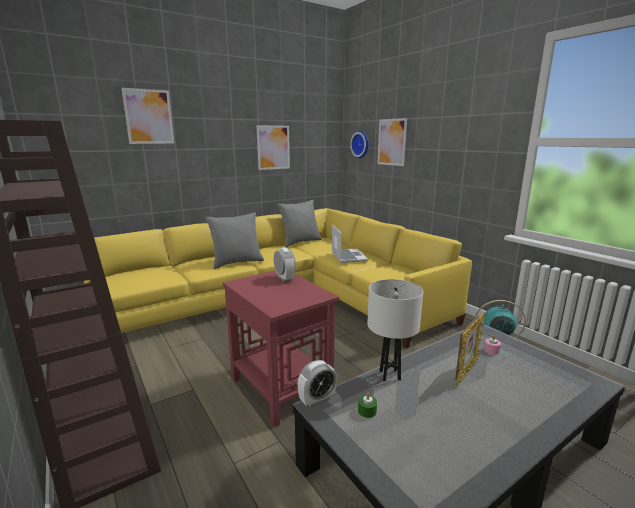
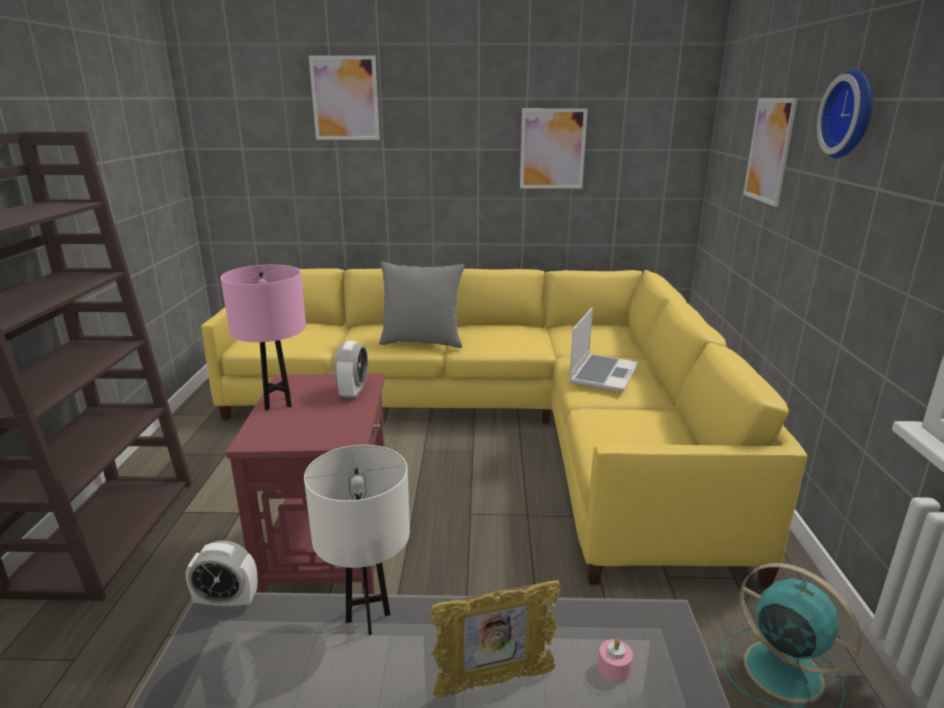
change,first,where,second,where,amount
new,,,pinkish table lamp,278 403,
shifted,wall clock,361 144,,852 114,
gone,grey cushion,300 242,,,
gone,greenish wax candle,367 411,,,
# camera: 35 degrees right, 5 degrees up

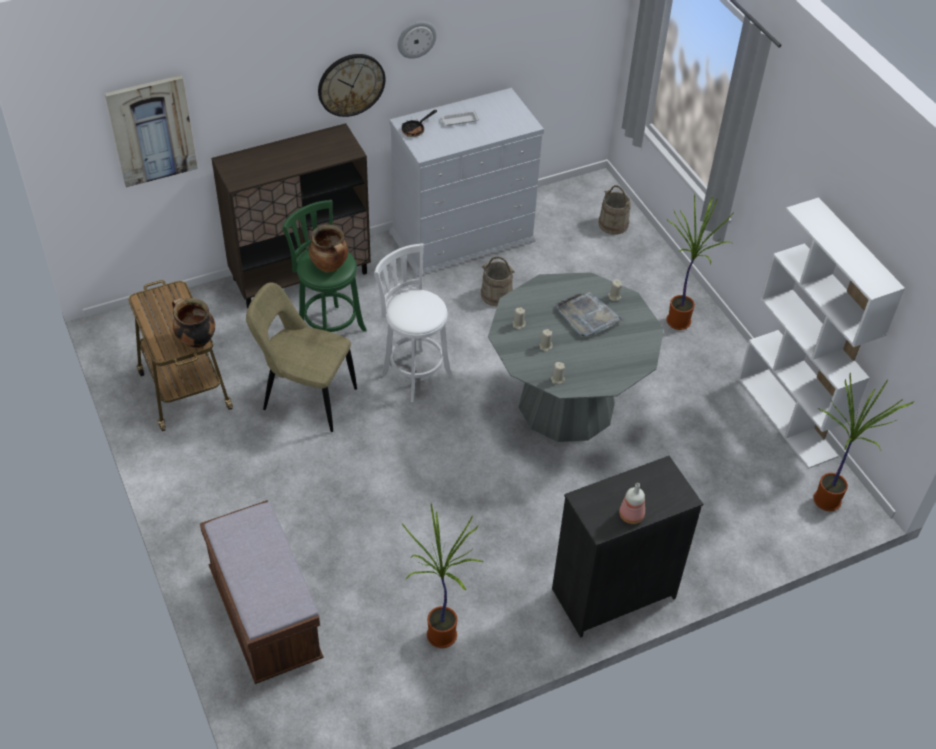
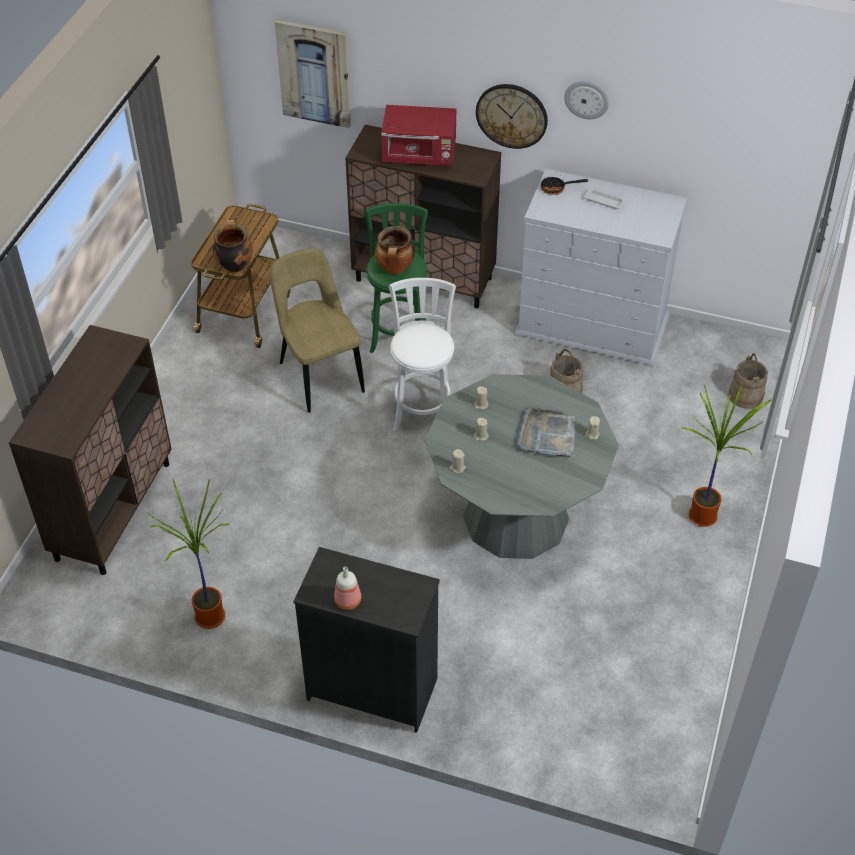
change,first,where,second,where,amount
swapped,brown-coloured long seat,265 616,brown-coloured cupboard,114 510,
new,,,red-coloured microwave oven,420 155,
gone,white-coloured bookcase,787 417,,,
gone,plant in a pot,829 502,,,
# camera: 45 degrees right, 0 degrees up

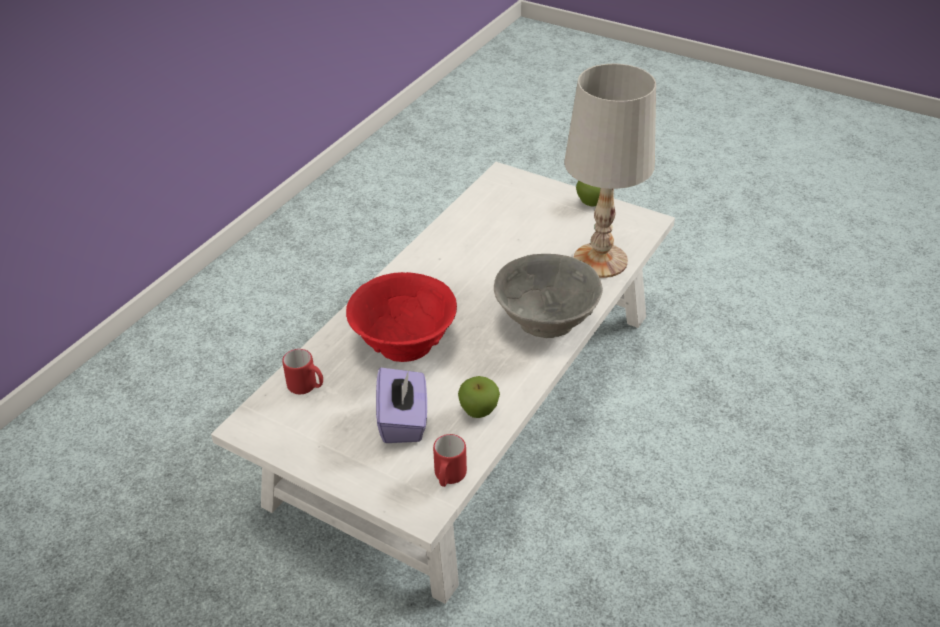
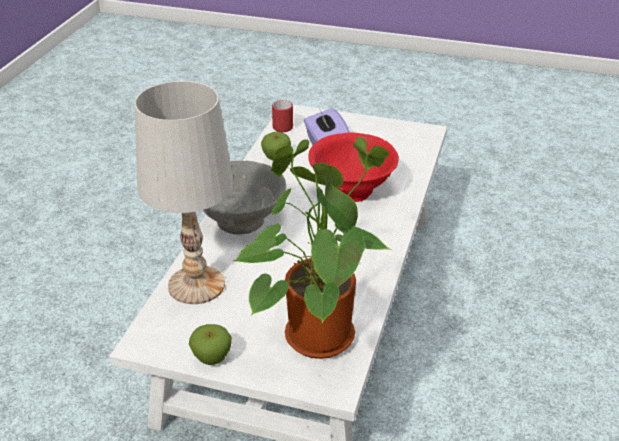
change,first,where,second,where,amount
new,,,plant in a pot,316 331,
gone,red-coloured mug,306 387,,,
# camera: 165 degrees right, 5 degrees down

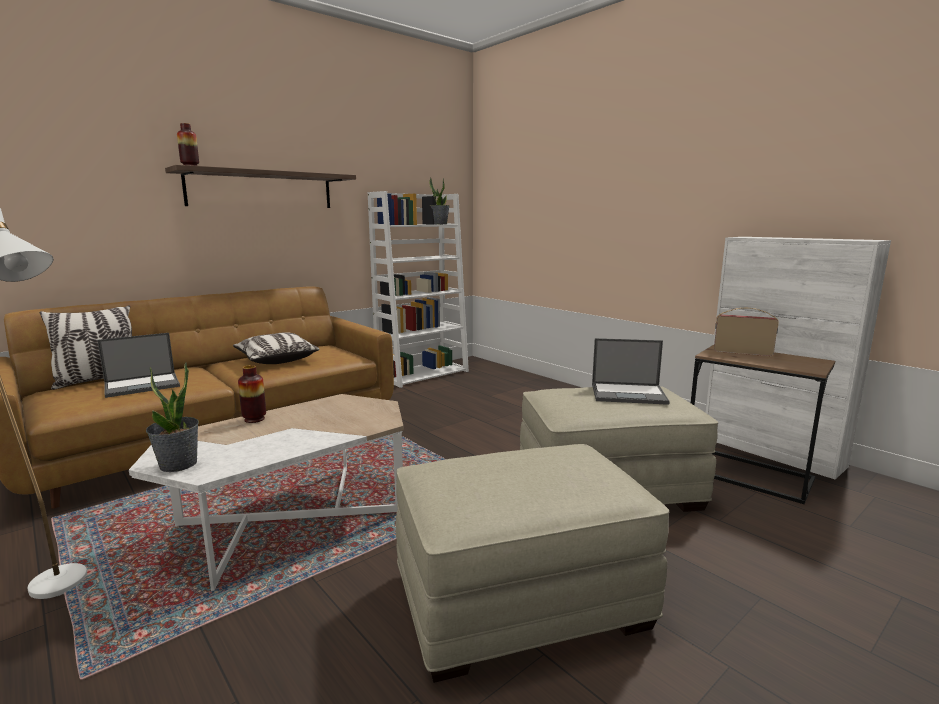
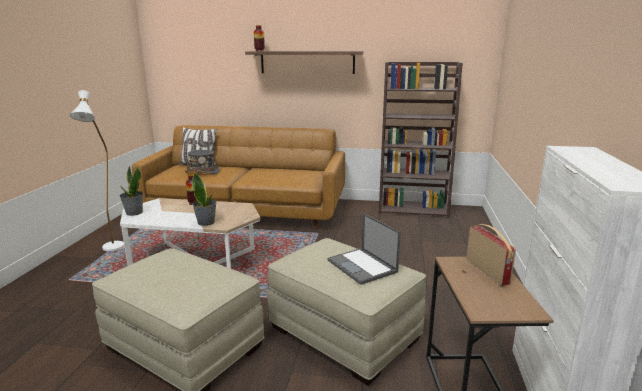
change,first,where,second,where,amount
swapped,portable computer,143 385,grey clothing hat,202 172,
shifted,plant in a pot,439 224,,206 222,
repainted,white-coloured bookcase,423 374,brown-coloured bookcase,413 209,
gone,cushion,276 360,,,
# camera: 50 degrees right, 5 degrees up

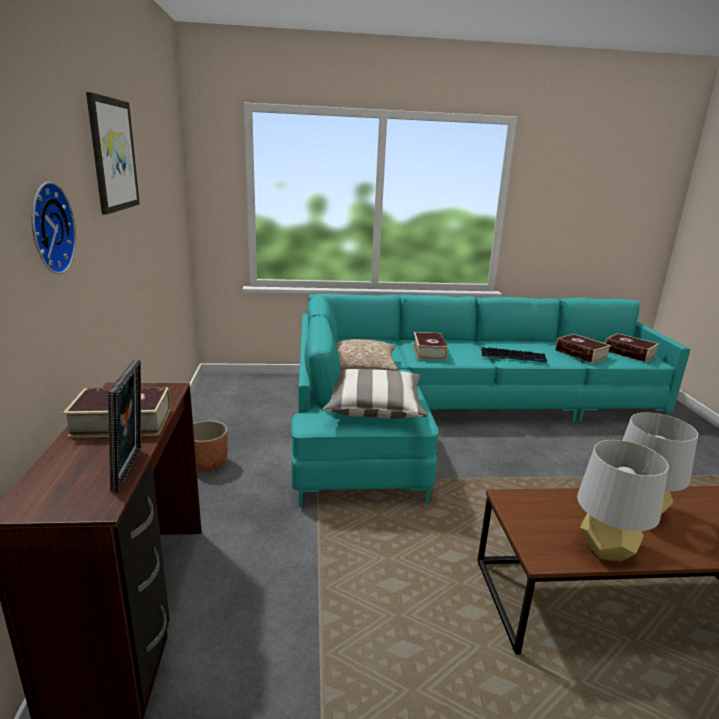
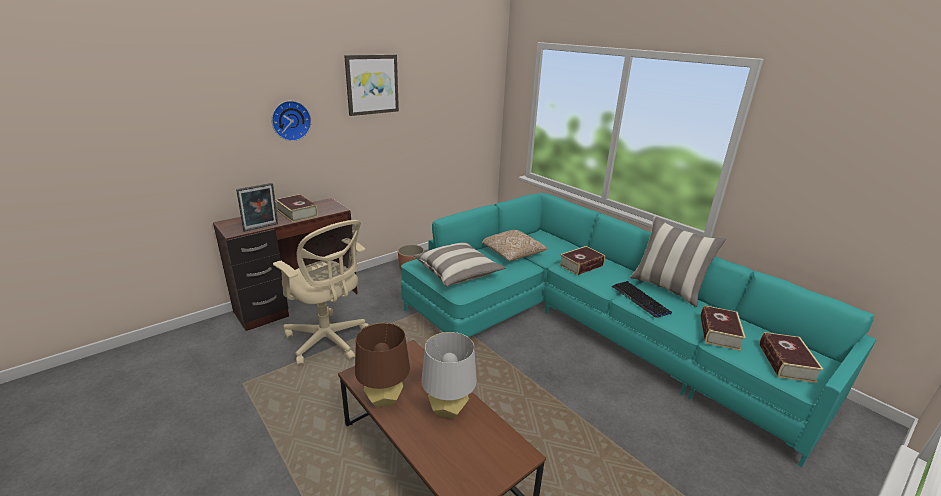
change,first,where,second,where,amount
new,,,beige desk chair,328 341,
repainted,grey table lamp,605 550,brown-coloured table lamp,384 398,
new,,,cushion,667 288,
# camera: 55 degrees right, 5 degrees up

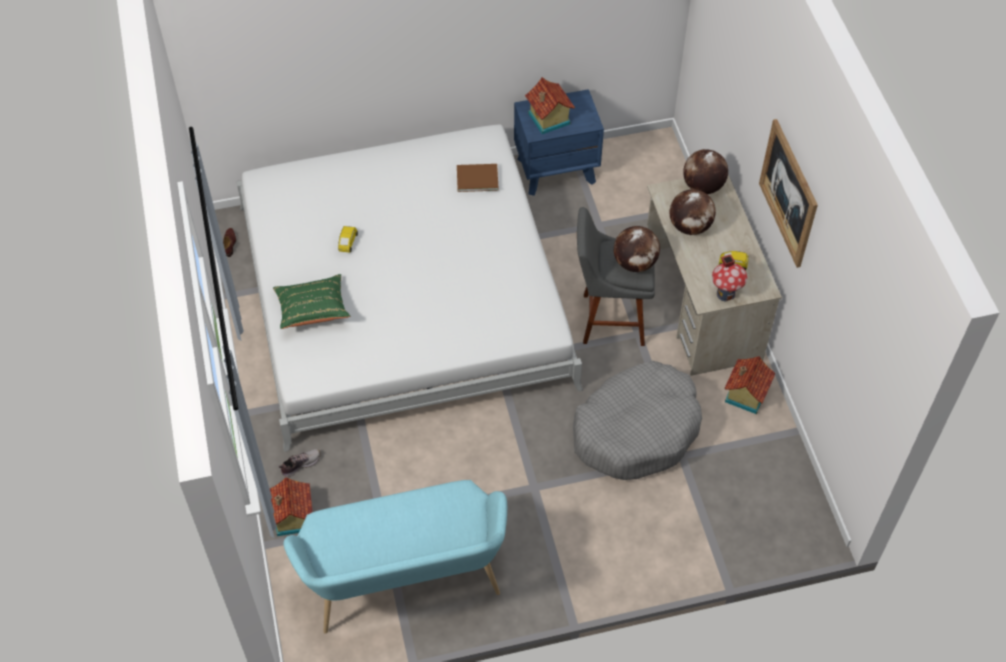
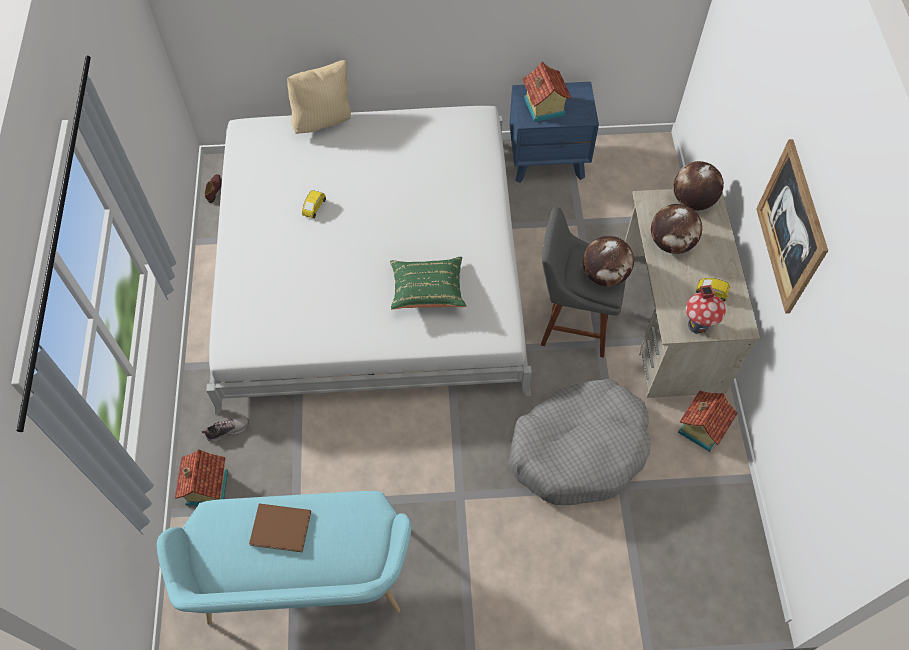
change,first,where,second,where,amount
shifted,brown-coloured book,476 178,,279 526,
new,,,beige cushion,323 120,
shifted,greenish cushion,313 310,,427 291,
# camera: 10 degrees right, 5 degrees up

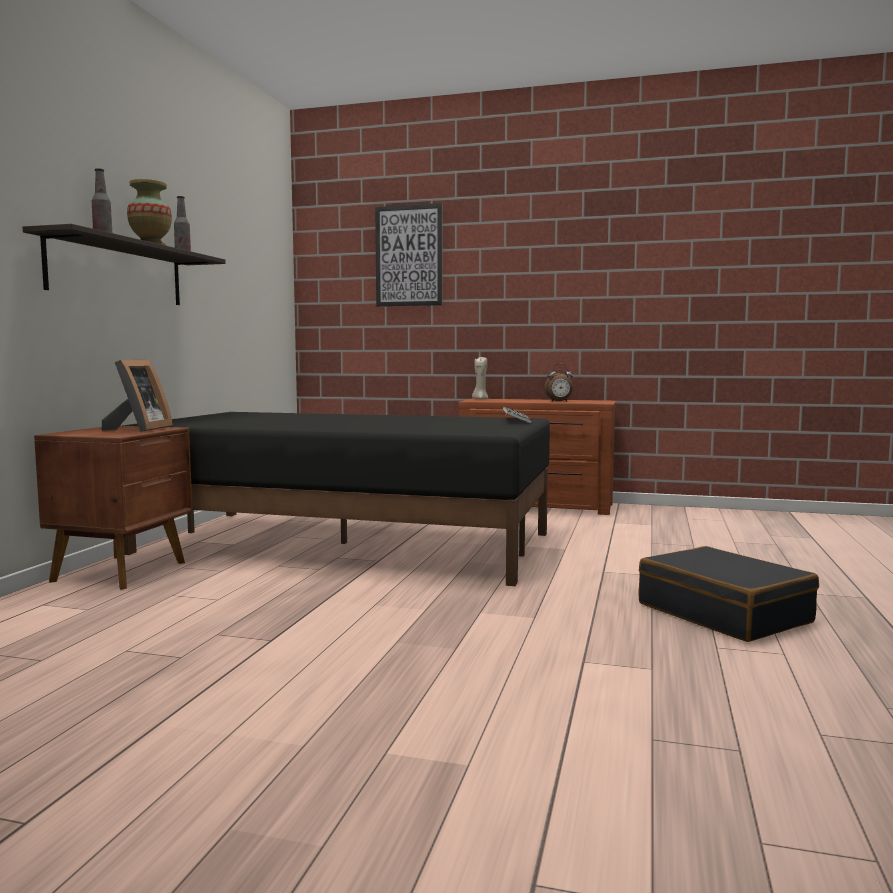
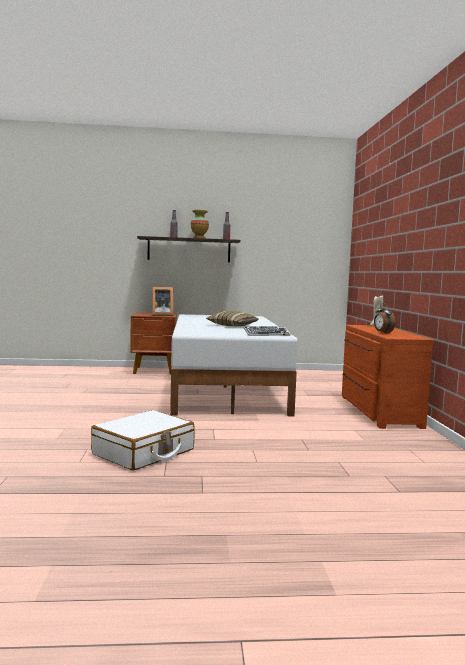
change,first,where,second,where,amount
repainted,black-coloured suitcase,724 613,white-coloured suitcase,144 452,
repainted,black-coloured bedroom bed,346 543,white-coloured bedroom bed,226 387,
new,,,cushion,232 325,
gone,picture,409 256,,,
# camera: 70 degrees right, 0 degrees up

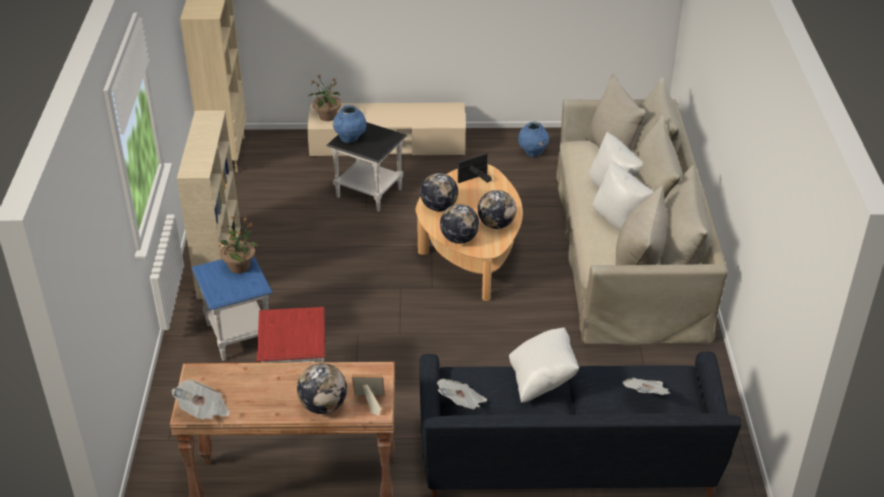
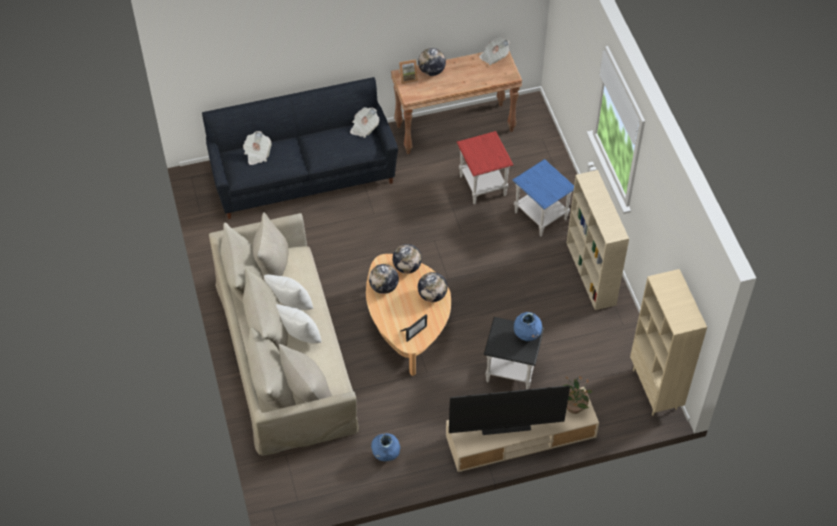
change,first,where,second,where,amount
new,,,TV set,506 428,
gone,plant in a pot,240 266,,,
gone,white-coloured cushion,542 380,,,
# camera: 165 degrees right, 15 degrees up

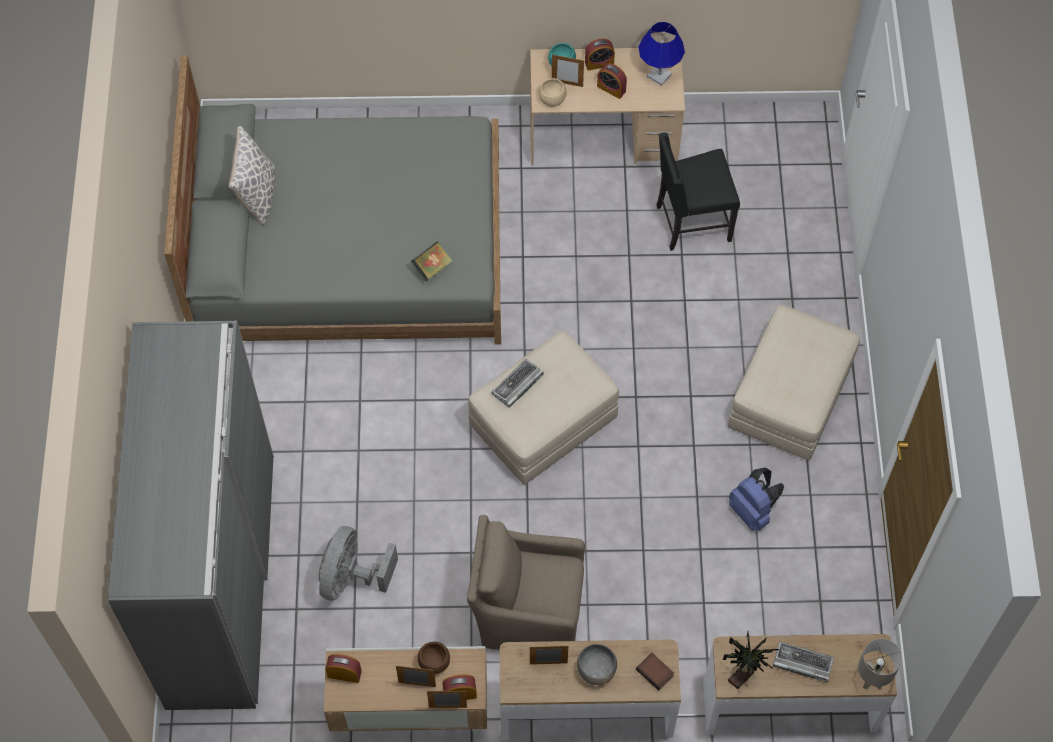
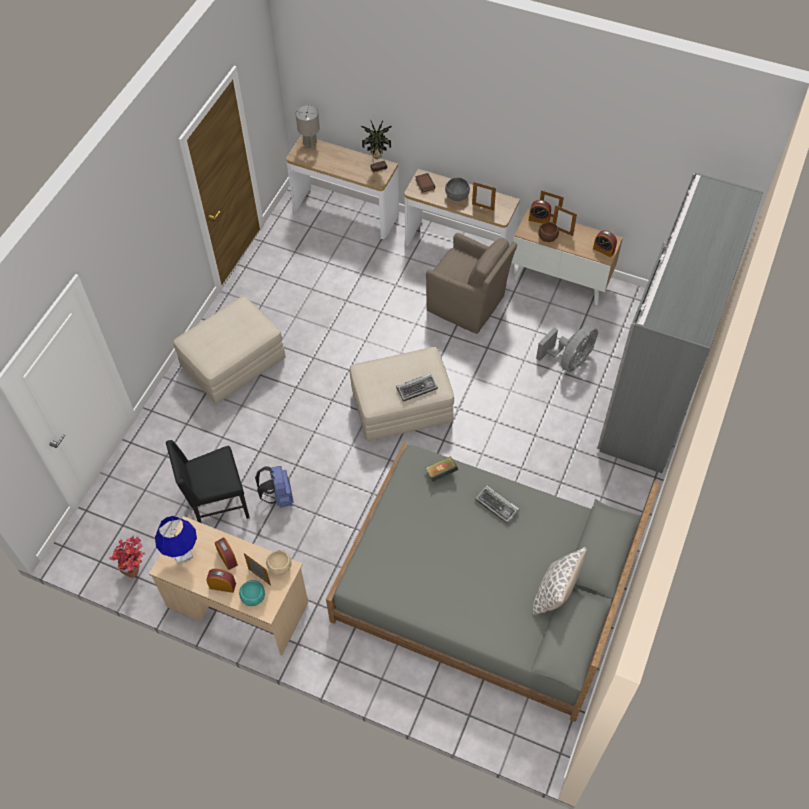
change,first,where,second,where,amount
new,,,plant in a pot,136 568,
rotated,black-coloured upright chair,691 223,,217 505,150 degrees clockwise
shifted,blue-coloured rucksack,753 511,,278 496,
shifted,computer keyboard,802 663,,497 506,
# camera: 155 degrees left, 5 degrees down

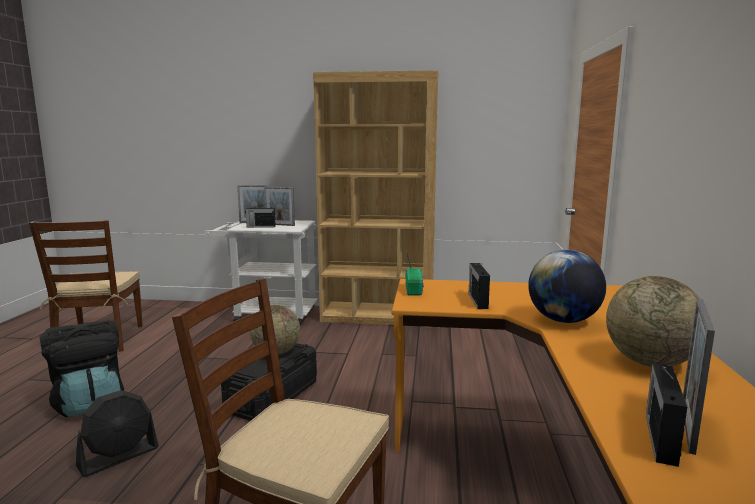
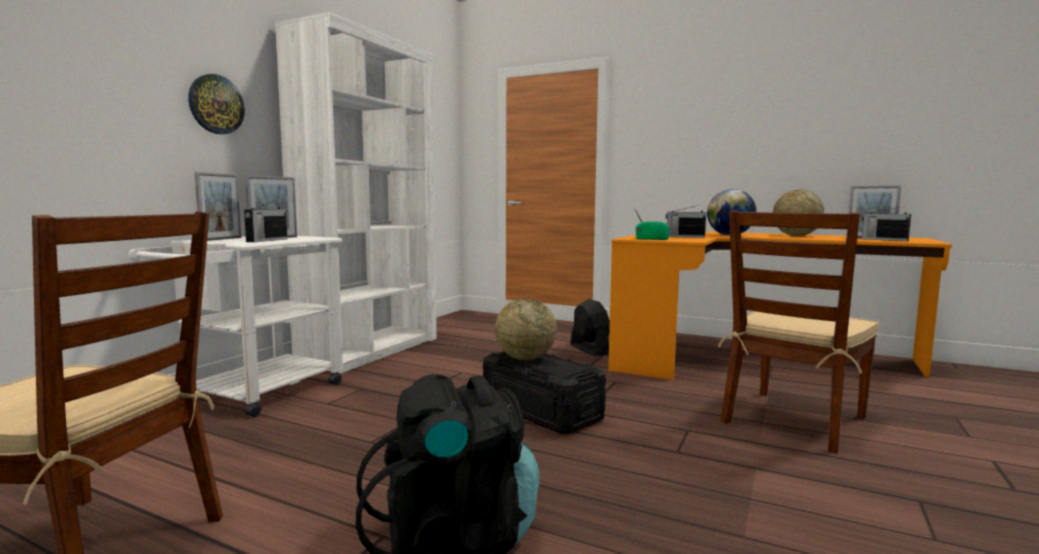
change,first,where,second,where,amount
new,,,wall clock,216 104,
repainted,brown-coloured bookcase,378 316,white-coloured bookcase,371 350,
shifted,black-coloured electric fan,119 457,,589 349,
# camera: 70 degrees left, 5 degrees down

